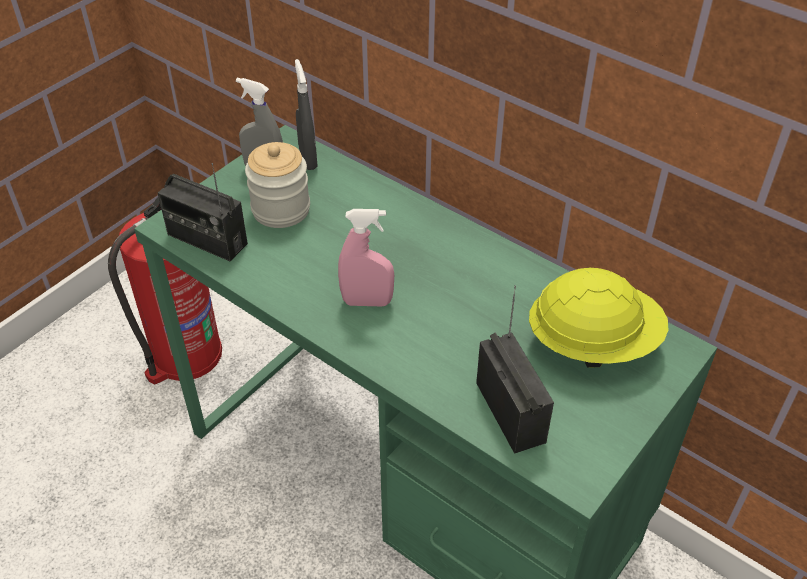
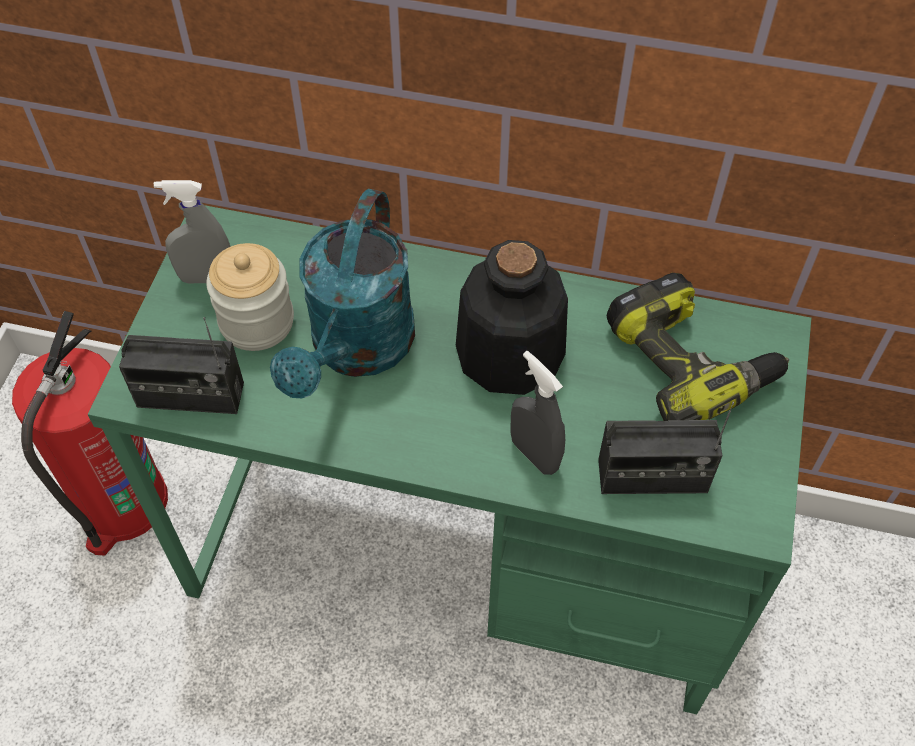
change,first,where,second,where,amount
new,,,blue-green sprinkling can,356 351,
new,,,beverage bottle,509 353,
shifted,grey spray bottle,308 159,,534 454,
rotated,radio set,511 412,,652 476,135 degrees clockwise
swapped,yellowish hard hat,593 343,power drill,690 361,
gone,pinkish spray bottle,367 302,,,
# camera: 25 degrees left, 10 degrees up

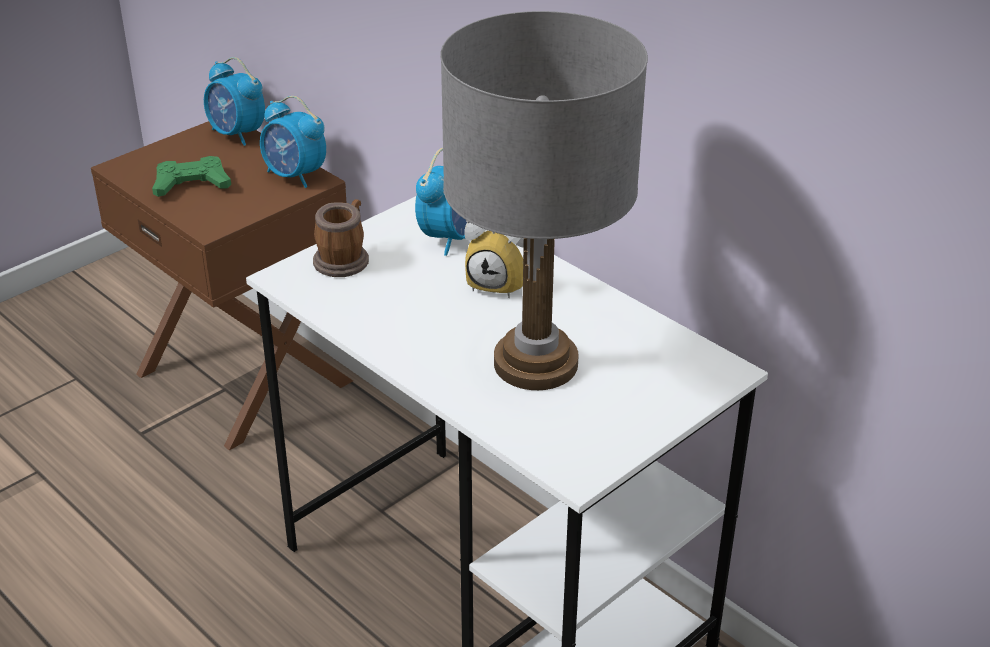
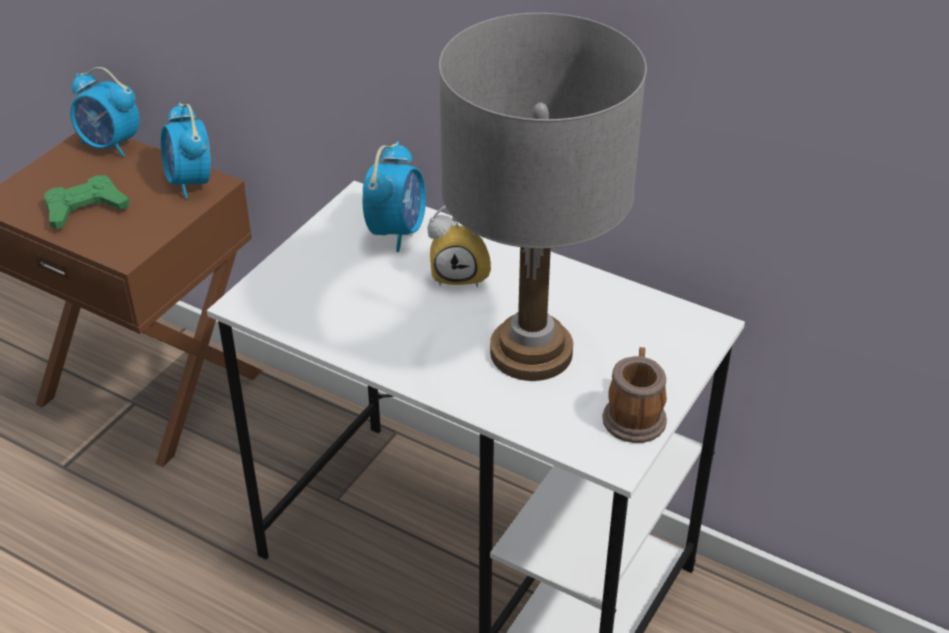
change,first,where,second,where,amount
rotated,alarm clock,295 176,,190 182,45 degrees clockwise
shifted,mug,344 258,,634 415,
# camera: 15 degrees left, 5 degrees up

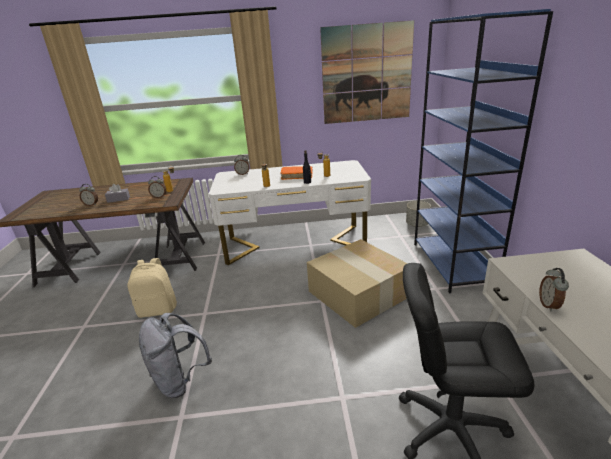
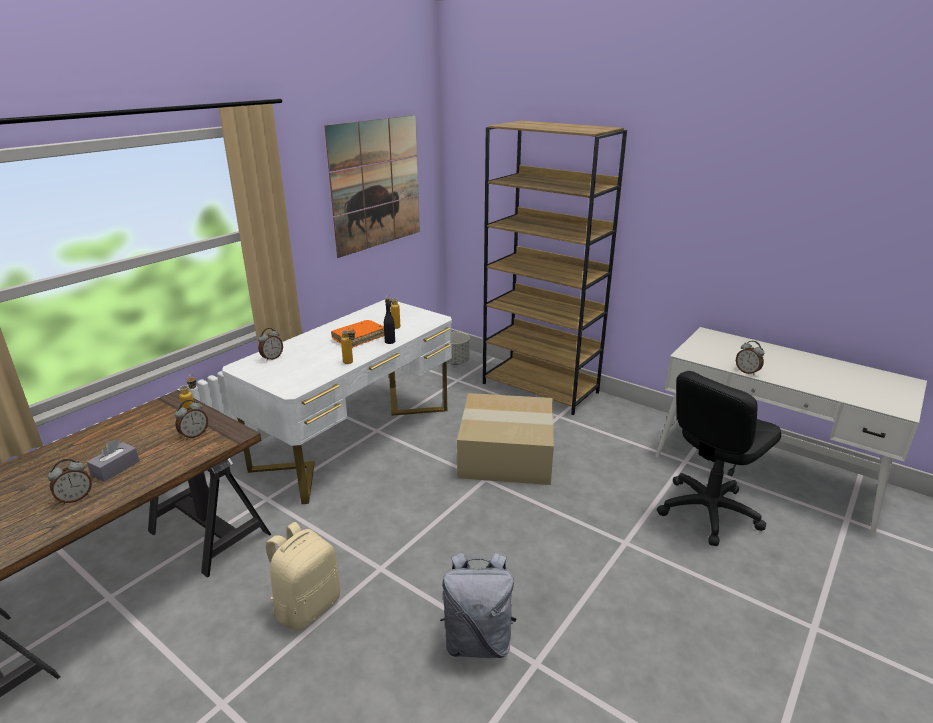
change,first,where,second,where,amount
repainted,blue-coloured bookcase,453 264,brown-coloured bookcase,541 388,
# camera: 50 degrees left, 0 degrees up

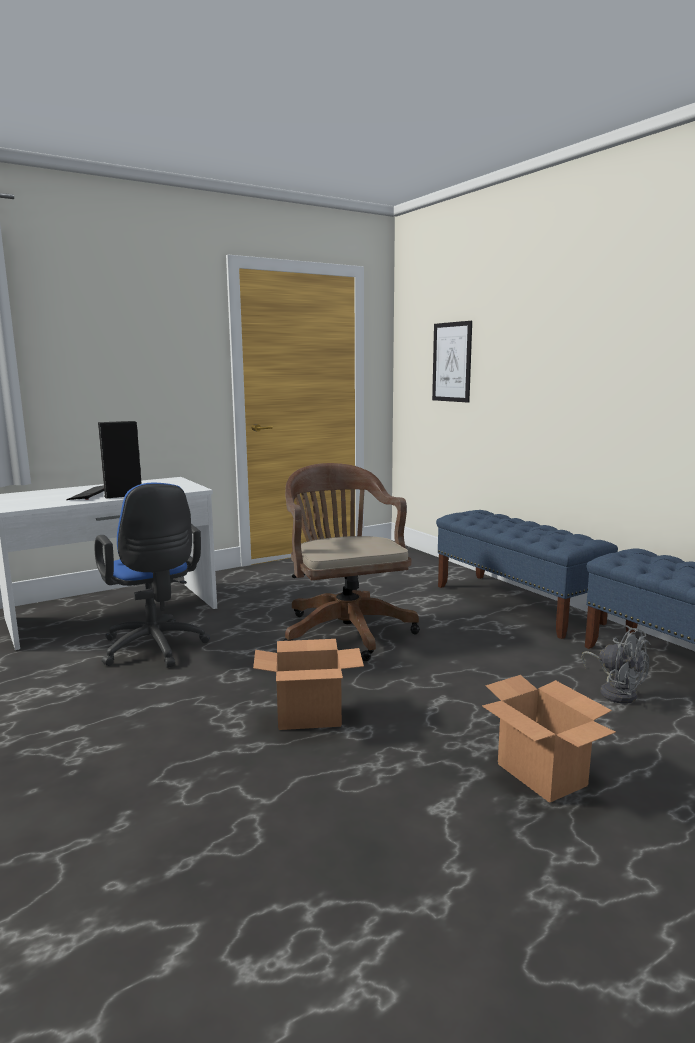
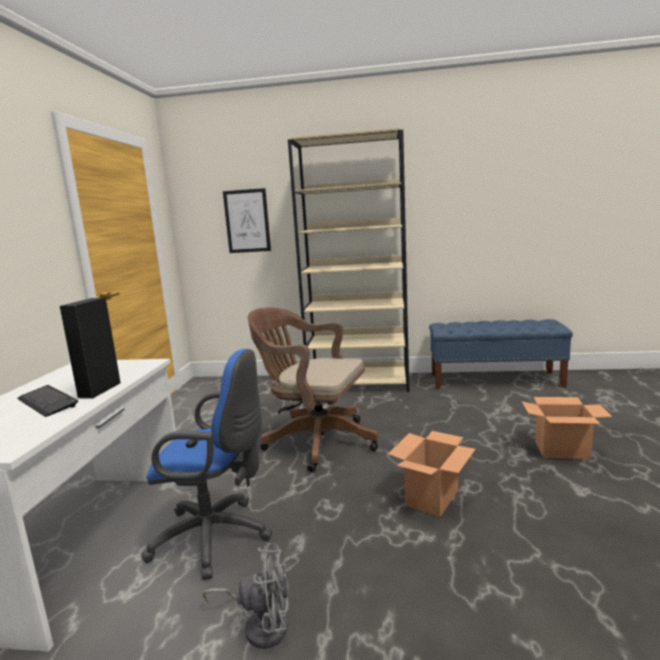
change,first,where,second,where,amount
shifted,grey electric fan,616 691,,260 624,
swapped,blue-coloured long seat,516 604,beige bookcase,359 383,
# camera: 50 degrees left, 0 degrees up

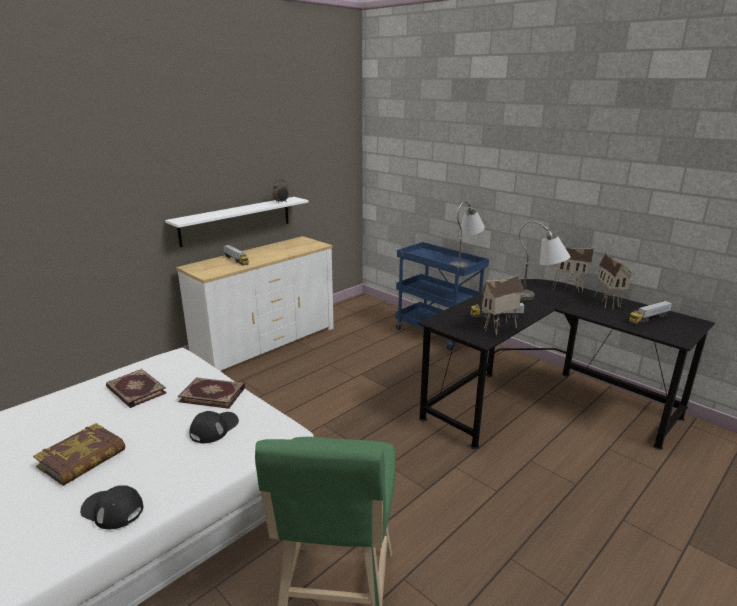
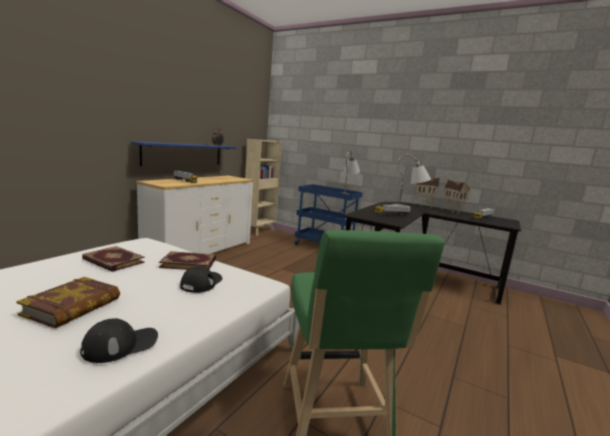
change,first,where,second,where,amount
rotated,black-coloured cap,112 509,,121 344,135 degrees clockwise
repainted,white-coloured wall shelf,236 220,blue-coloured wall shelf,184 154,
new,,,beige bookcase,260 231,
gone,toy house,499 329,,,
# camera: 15 degrees left, 10 degrees down

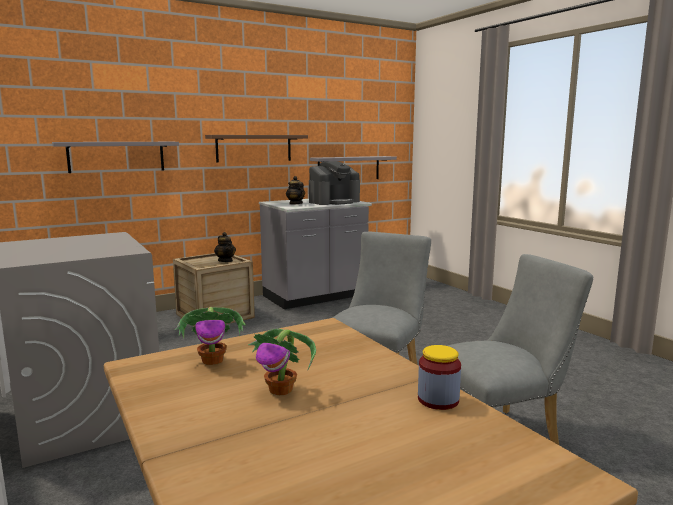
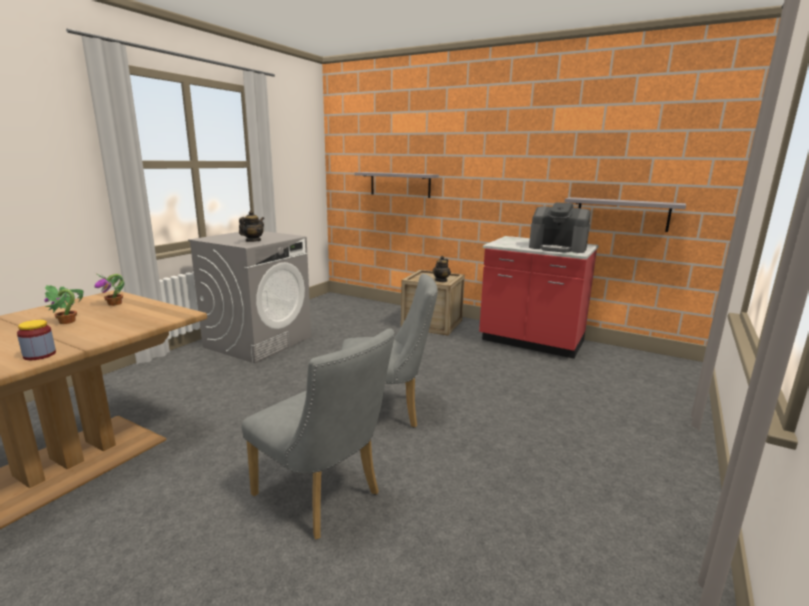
change,first,where,second,where,amount
shifted,pot for tea,295 203,,253 241,
repainted,grey kitchen counter,315 297,red-coloured kitchen counter,531 342,
gone,brown-coloured wall shelf,254 148,,,
# camera: 60 degrees right, 5 degrees up

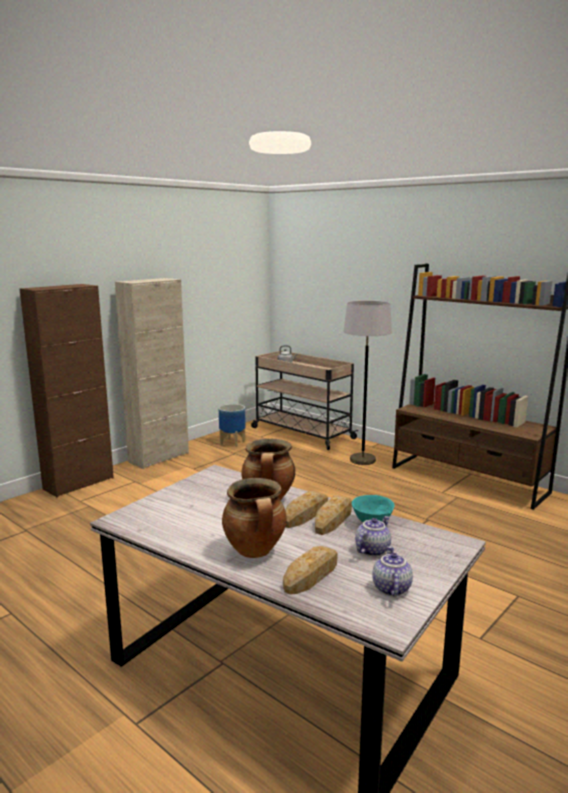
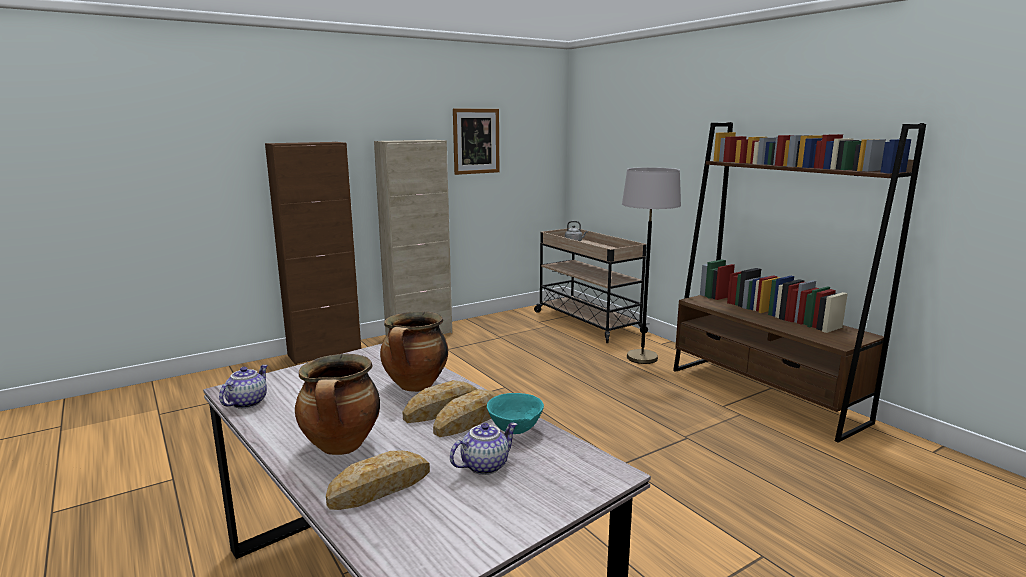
change,first,where,second,where,amount
shifted,pot for tea,390 588,,246 402,
new,,,picture,476 141,
gone,planter,232 442,,,
# camera: 15 degrees right, 0 degrees up

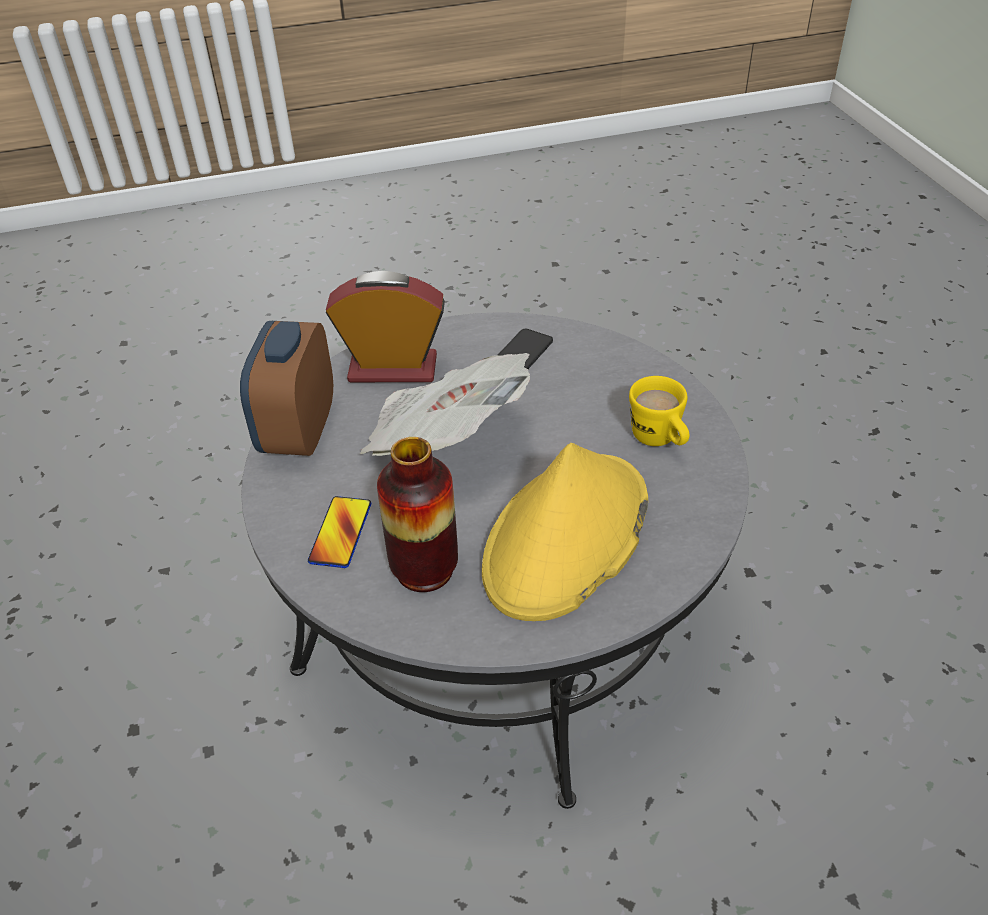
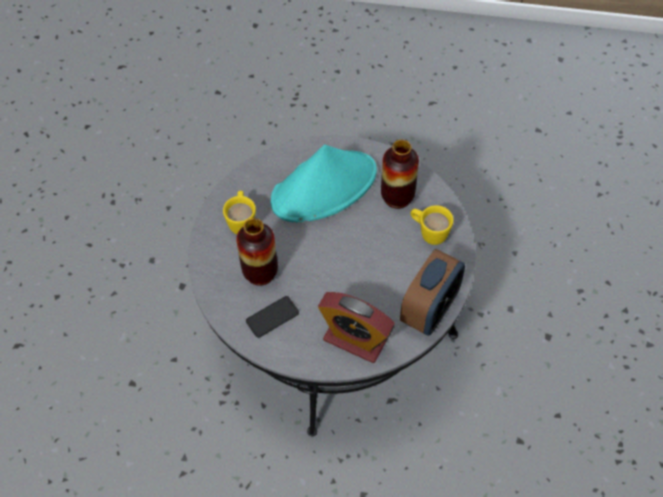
change,first,where,second,where,amount
new,,,flower vase,260 272,
repainted,yellowish clothing hat,566 537,blue-green clothing hat,324 187,
swapped,telephone,341 533,yellowish mug,428 232,
gone,printed paper,445 439,,,
# camera: 155 degrees left, 15 degrees up

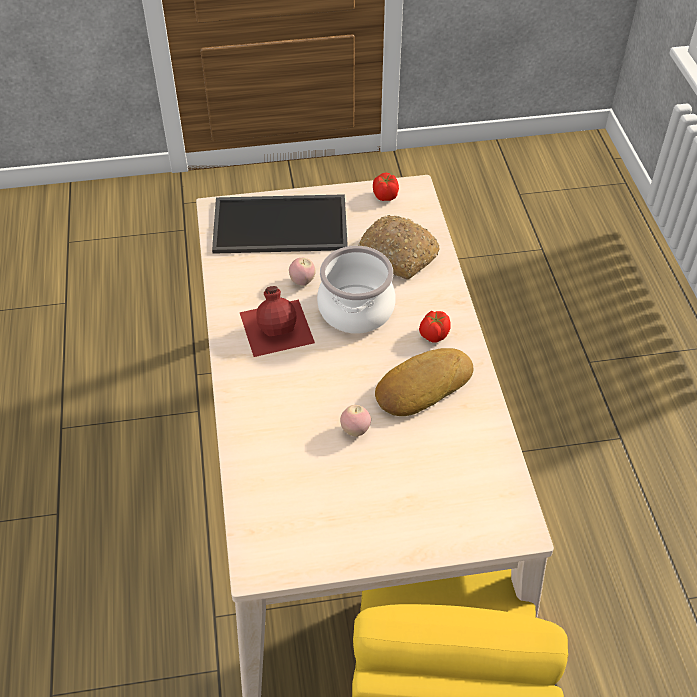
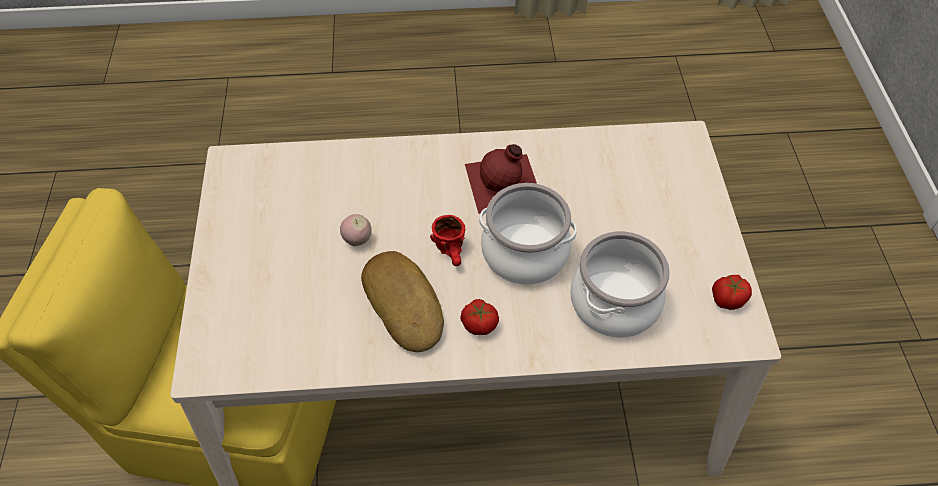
change,first,where,second,where,amount
new,,,red-coloured mug,453 252,
swapped,baked bread,398 255,cooking pot,615 303,
gone,carrying tray,281 223,,,
gone,whole apple,302 281,,,
# camera: 95 degrees right, 5 degrees up

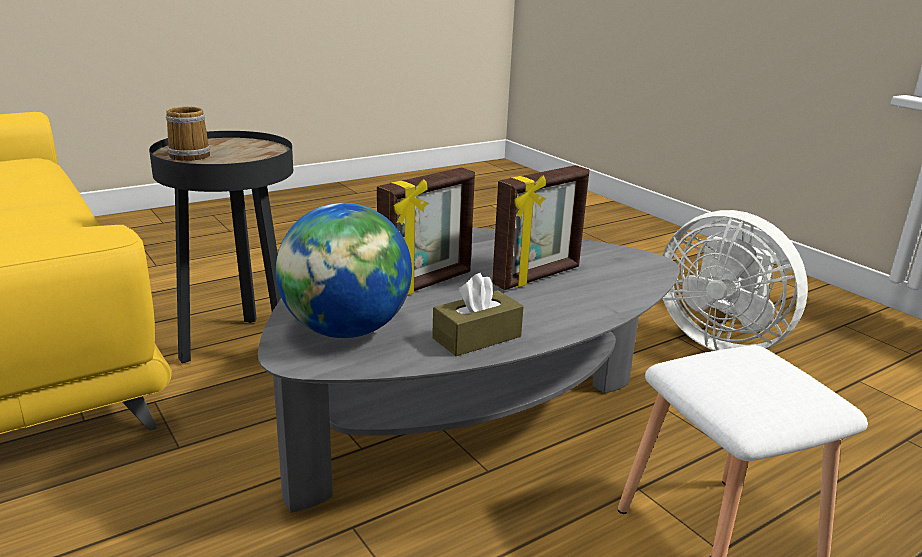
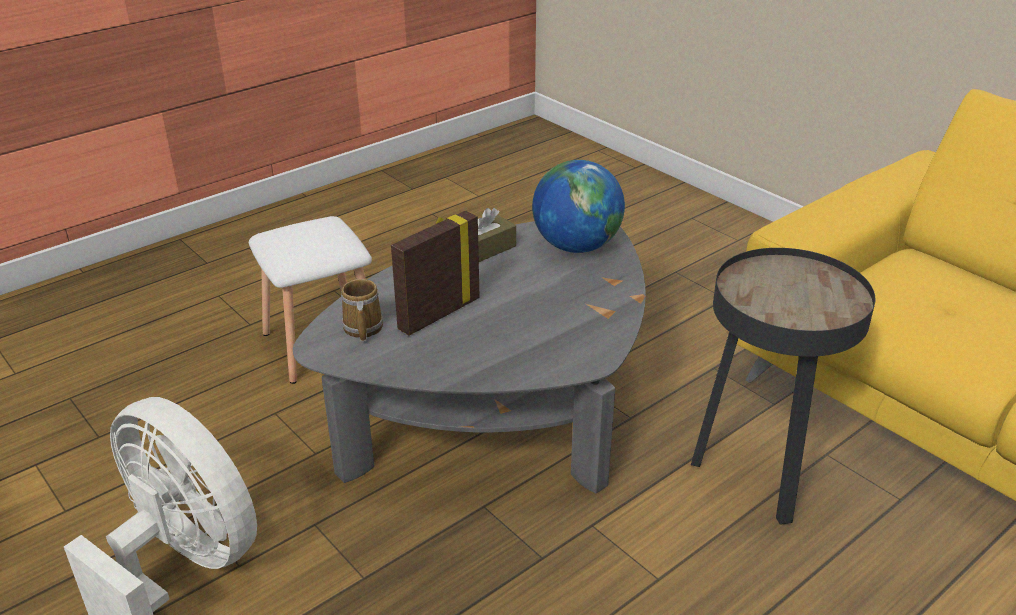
change,first,where,second,where,amount
shifted,mug,192 155,,361 328,
gone,picture frame,427 284,,,
# camera: 175 degrees right, 10 degrees up

